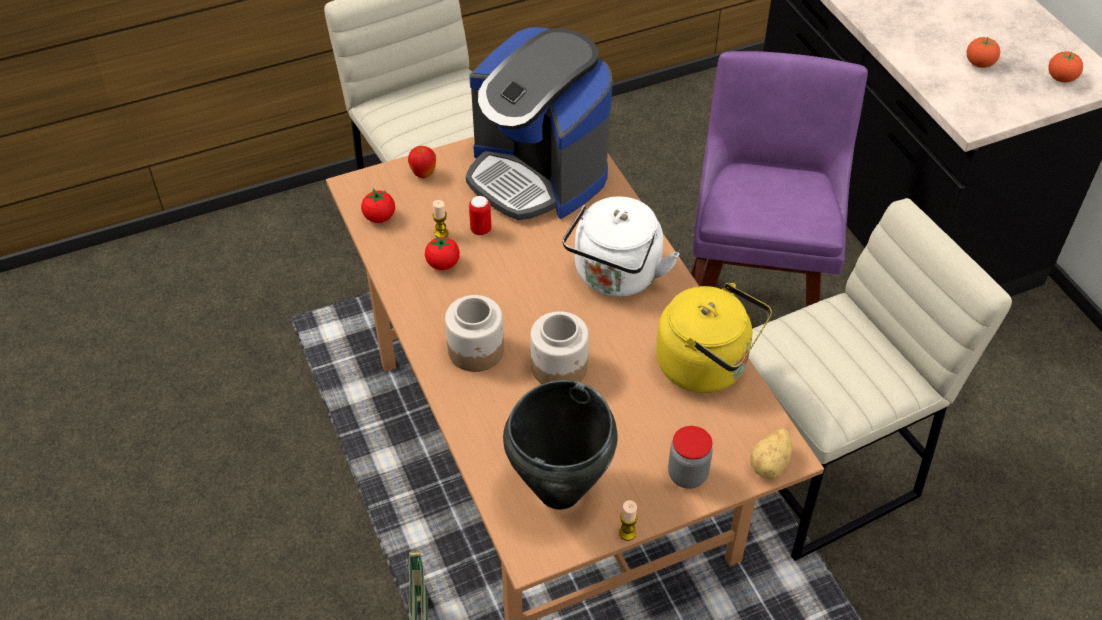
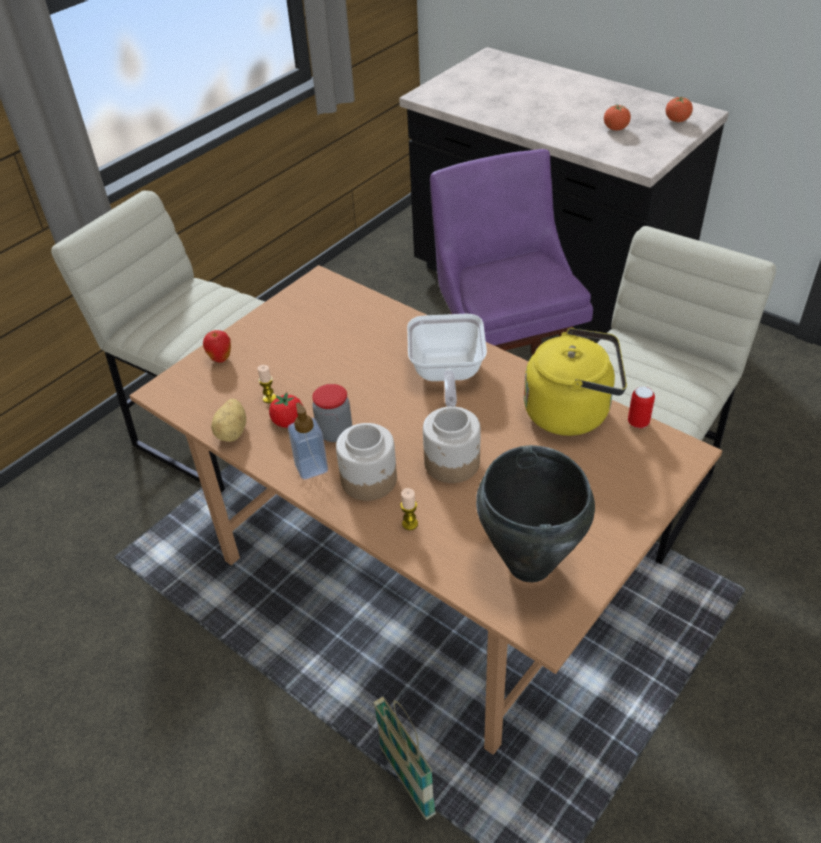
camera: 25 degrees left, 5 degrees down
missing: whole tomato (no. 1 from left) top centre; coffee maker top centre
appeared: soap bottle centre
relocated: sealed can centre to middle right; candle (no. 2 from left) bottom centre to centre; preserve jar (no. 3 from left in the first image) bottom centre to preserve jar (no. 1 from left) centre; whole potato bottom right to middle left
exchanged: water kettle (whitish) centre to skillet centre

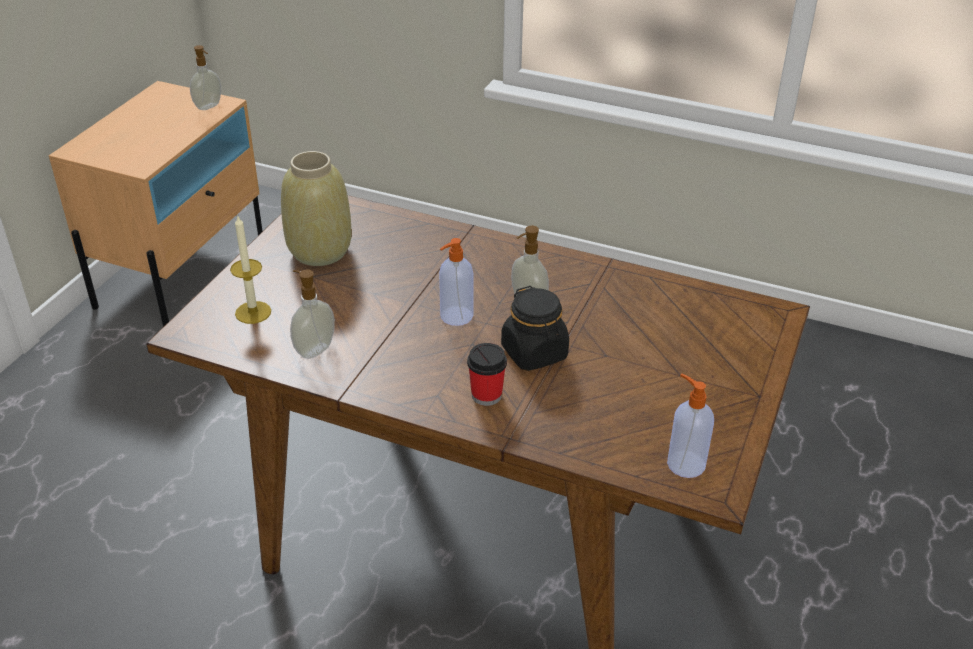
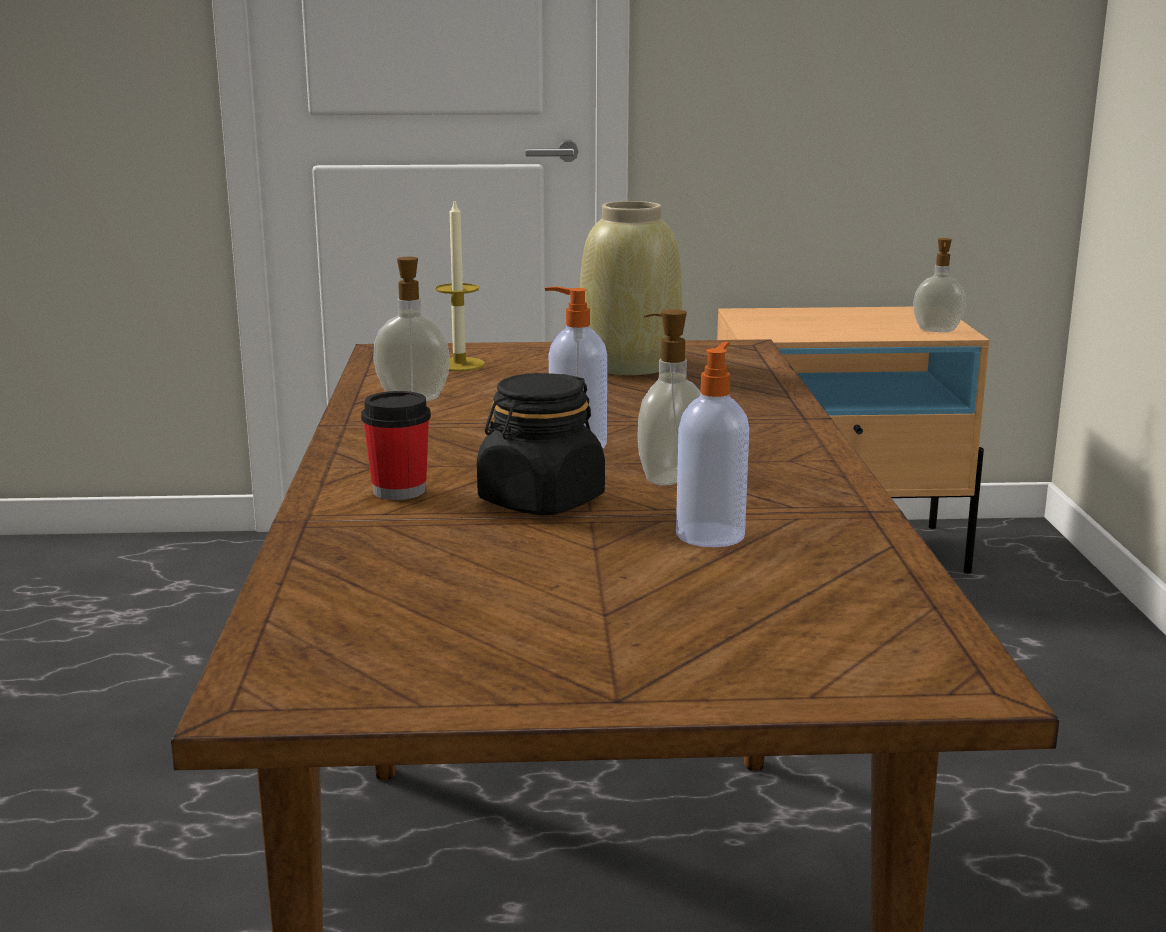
camera: 65 degrees right, 20 degrees down
relocated: soap bottle (no. 5 from left in the first image) middle right to soap bottle (no. 4 from left) centre

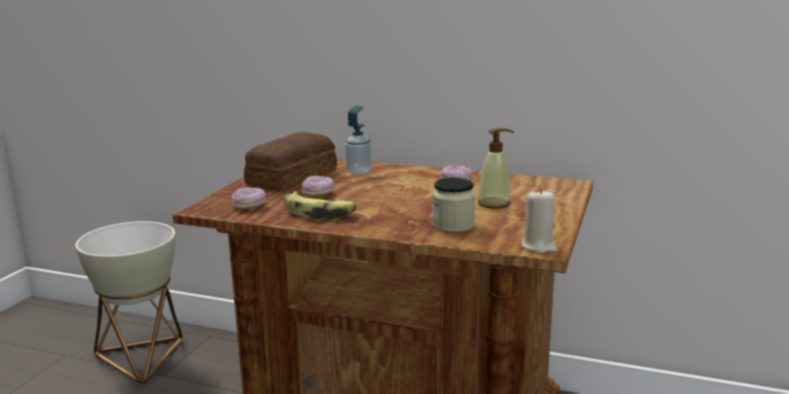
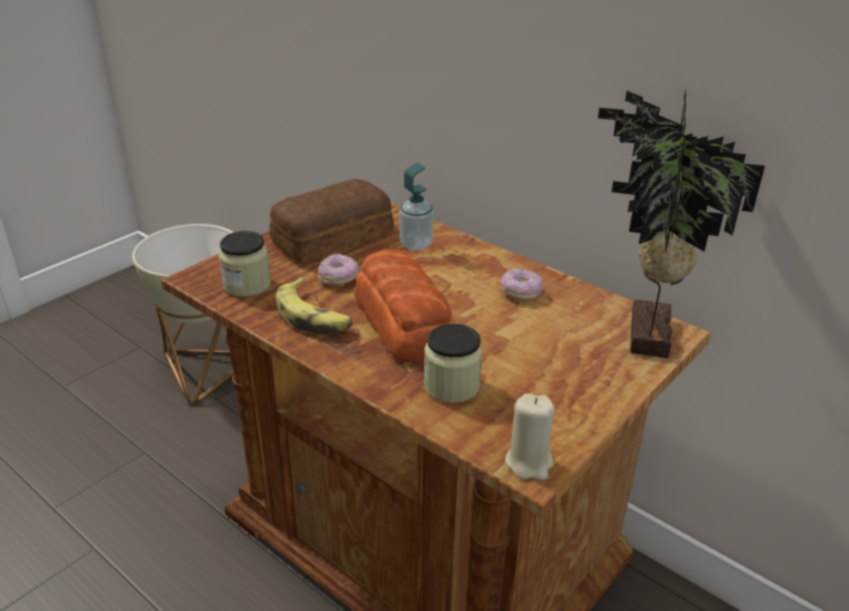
camera: 20 degrees right, 15 degrees up
missing: soap bottle (no. 2 from left) centre
appeared: baked bread (no. 2 from left) centre; plant in a pot middle right
exchanged: ring doughnut (no. 1 from left) middle left to preserve jar (no. 1 from left) middle left

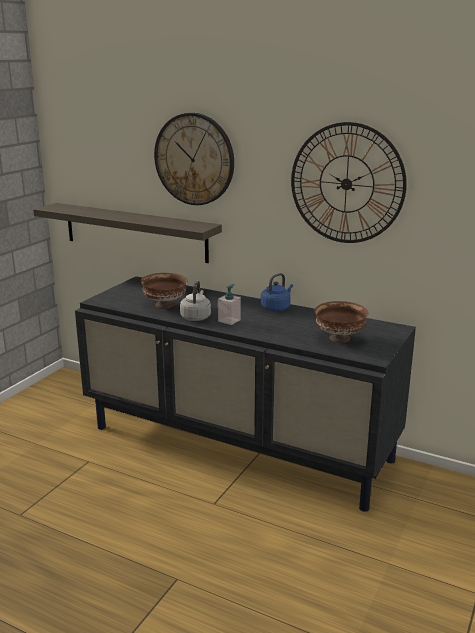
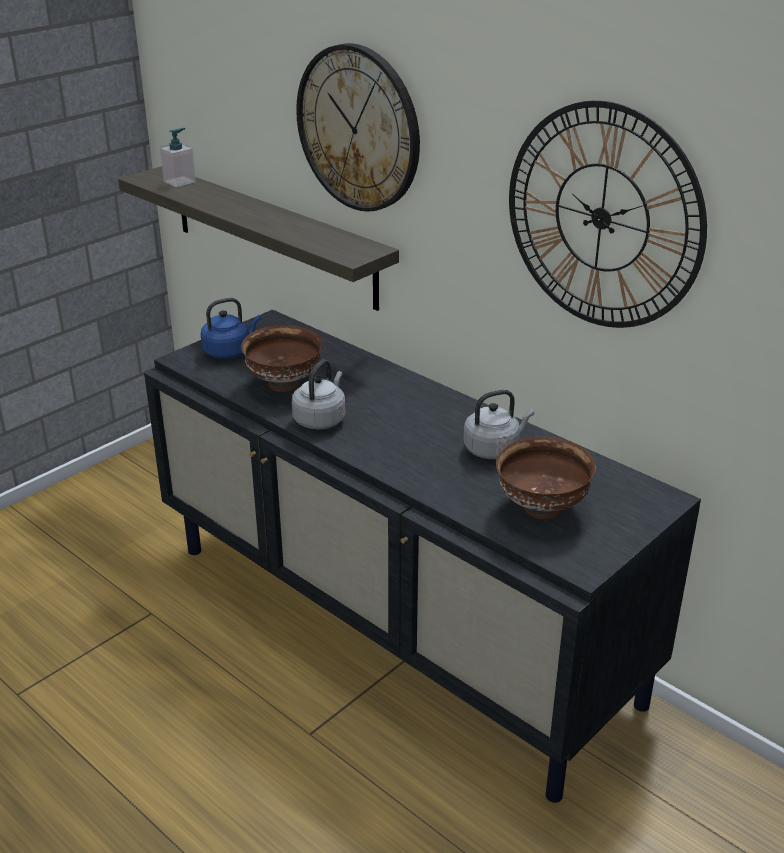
camera: 15 degrees right, 10 degrees up
appeared: water kettle (gray) (no. 2 from left) centre
relocated: soap bottle centre to top left; water kettle (blue-coloured) centre to middle left

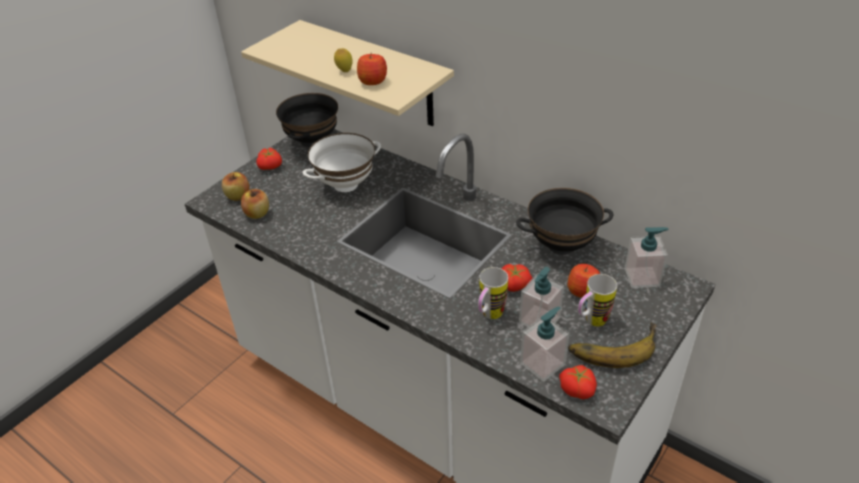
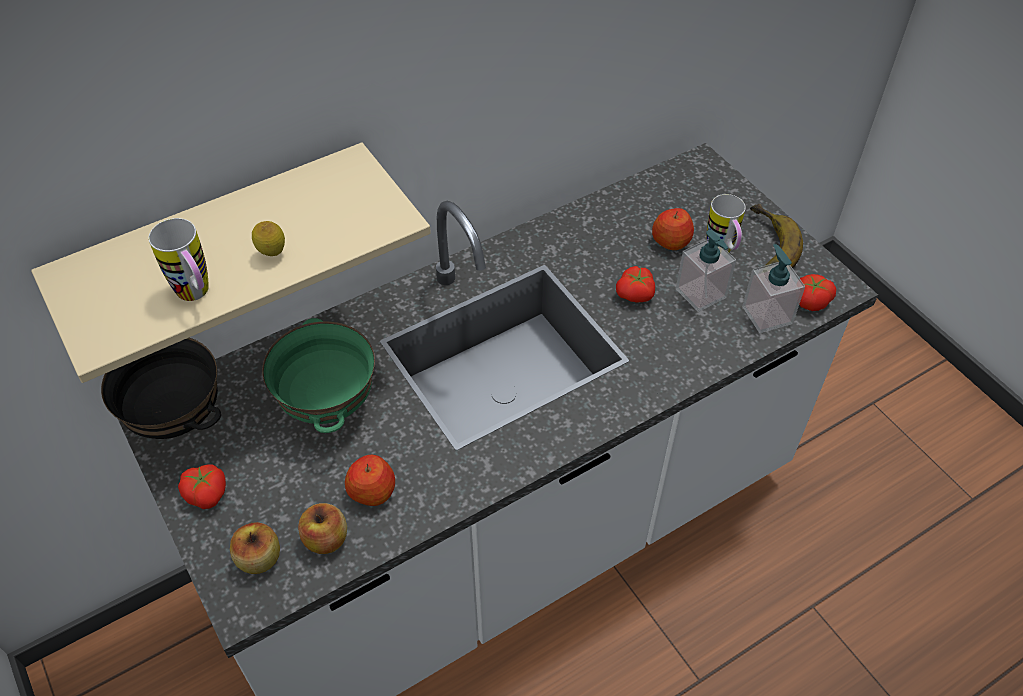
camera: 70 degrees left, 10 degrees up
missing: bowl (blackish) (no. 2 from left) centre; soap bottle (no. 3 from left) middle right
relocated: apple (no. 3 from left) top centre to bottom centre; tea mug (no. 1 from left) centre to middle left
colour: bowl (whitish) centre to bowl (green-coloured) middle left

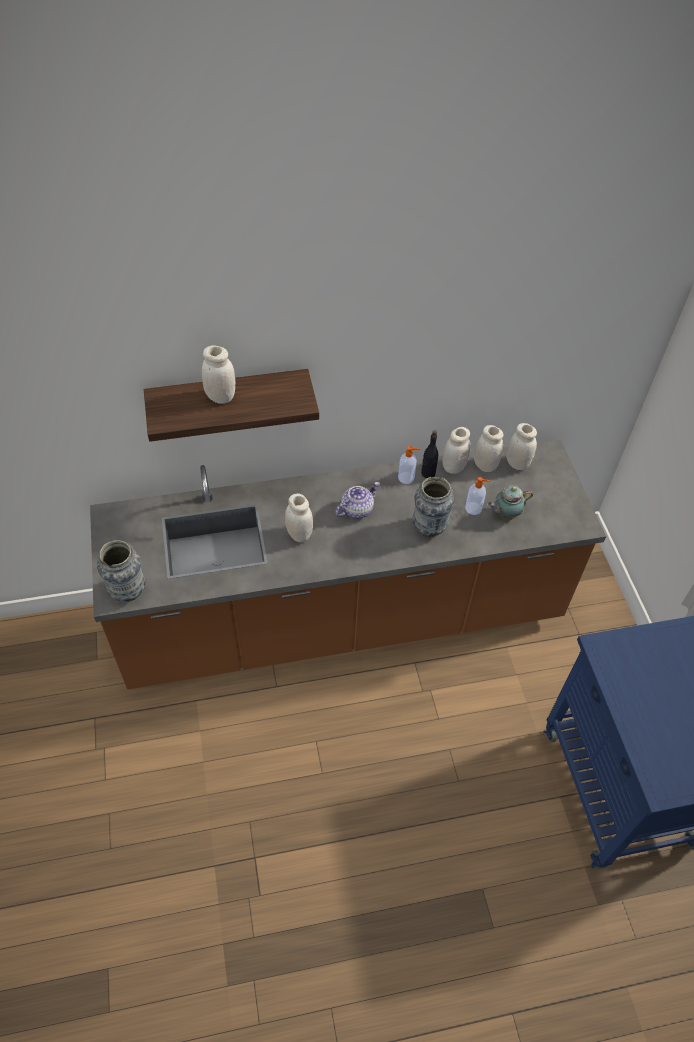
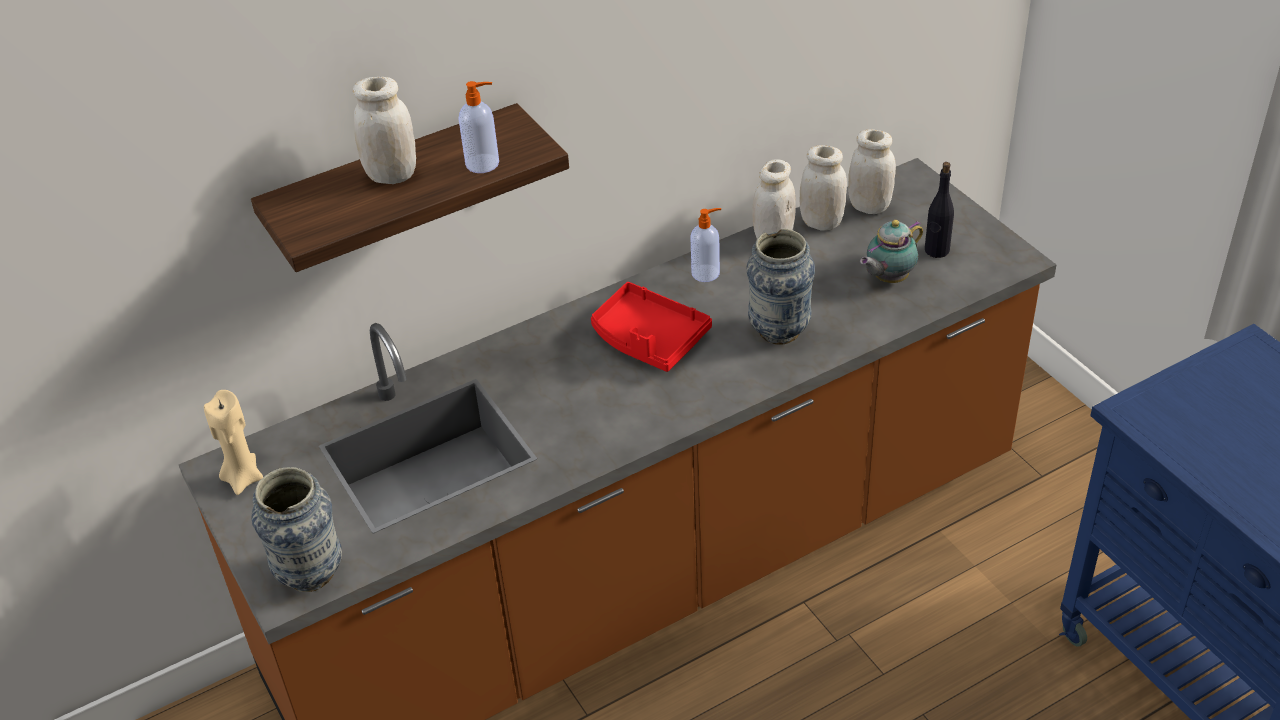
camera: 15 degrees left, 10 degrees down
missing: preserve jar (whitish) (no. 2 from left) centre
appeared: candle (beige) middle left
relocated: beverage bottle (blackish) centre to top right; soap bottle (no. 2 from left in the first image) middle right to soap bottle (no. 1 from left) top centre
exchanged: teapot (no. 1 from left) centre to tray (red) centre

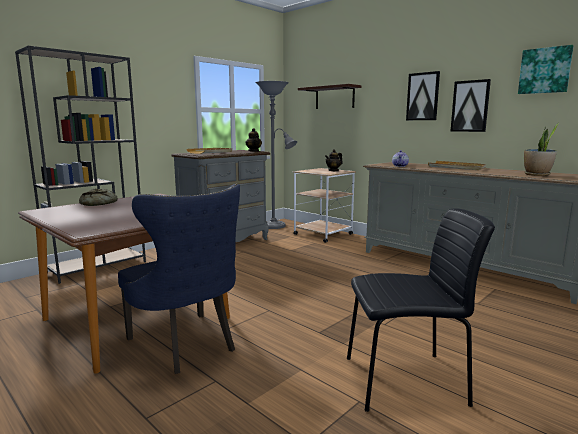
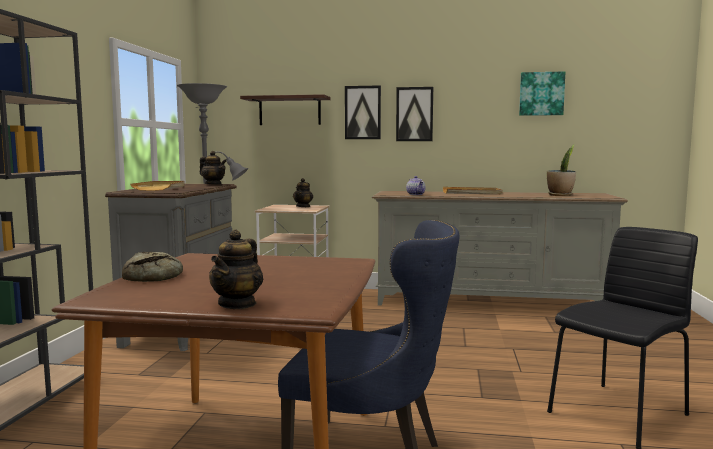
camera: 35 degrees left, 5 degrees down
appeared: teapot (no. 2 from left) middle left
relocated: wall picture (no. 2 from left in the first image) top right to wall picture (no. 1 from left) top centre

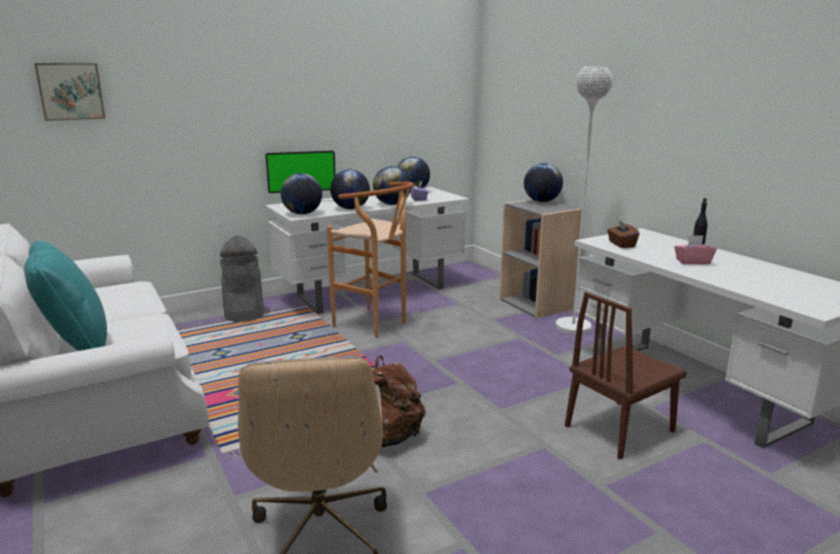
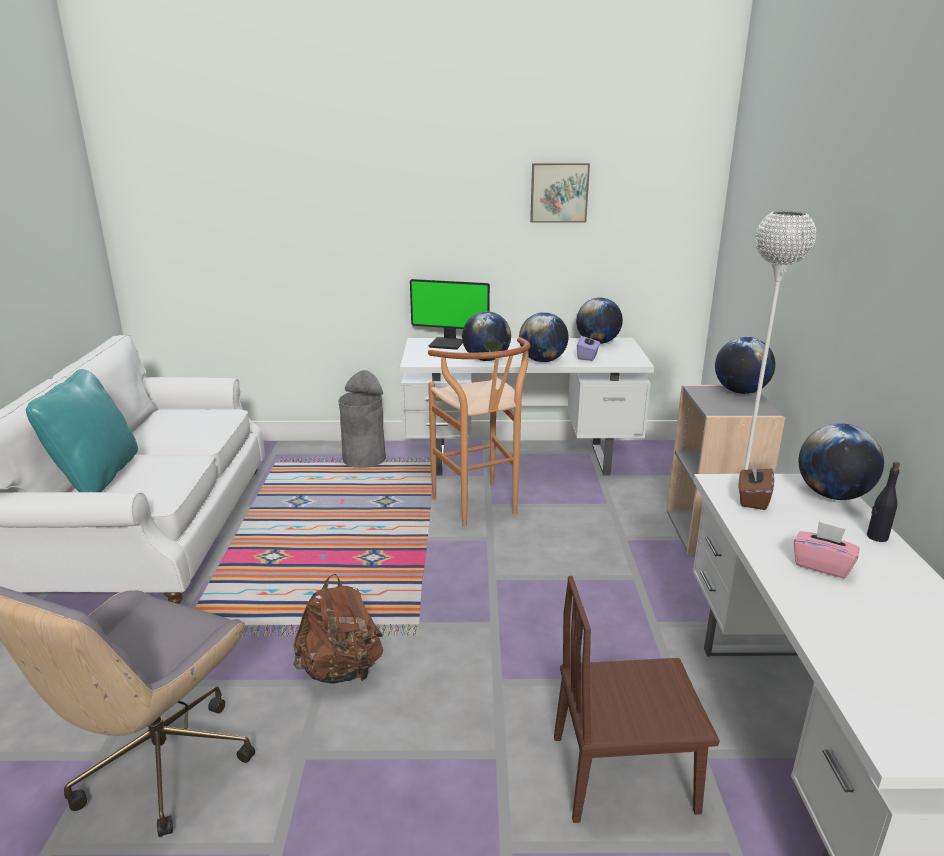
camera: 30 degrees right, 5 degrees up
relocated: wall picture top left to top centre; desk globe (no. 1 from left in the first image) centre to desk globe (no. 5 from left) middle right

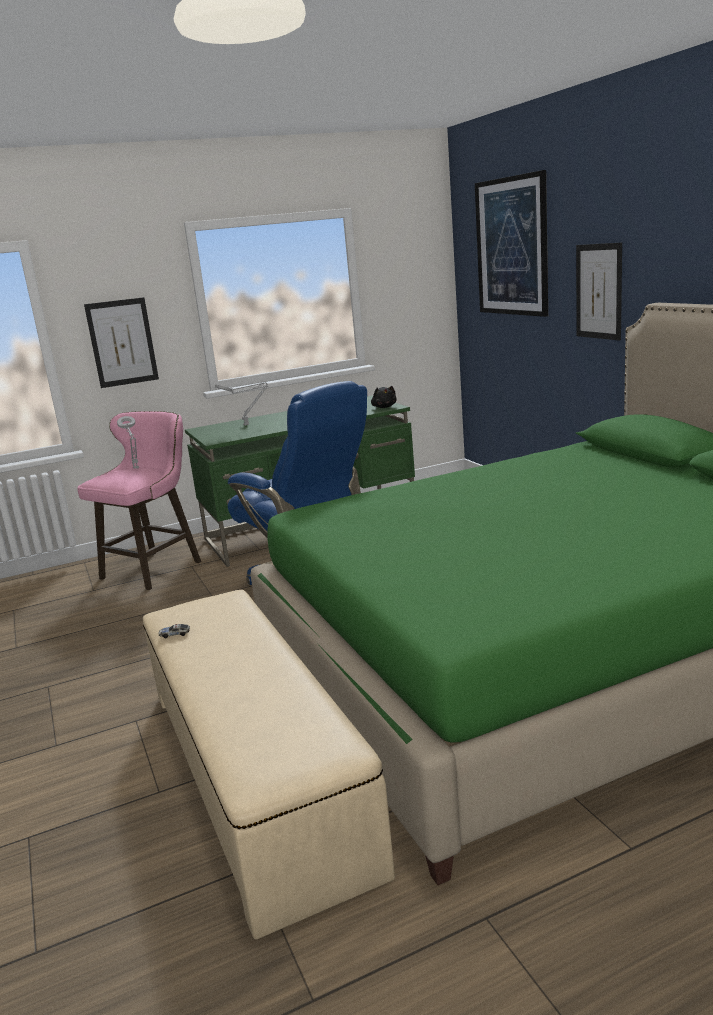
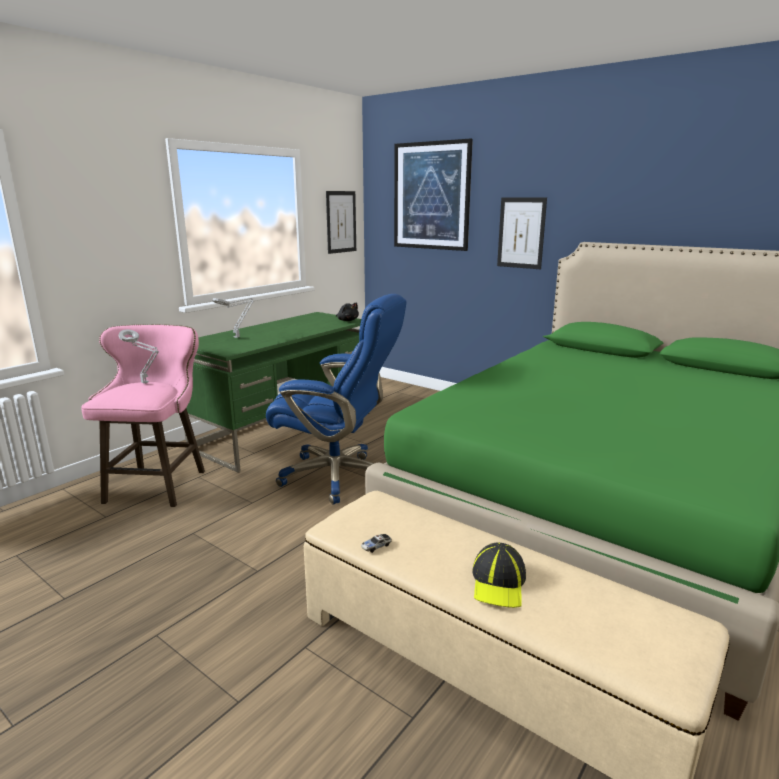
camera: 30 degrees left, 0 degrees up
appeared: cap bottom centre
relocated: wall picture (no. 1 from left) middle left to top centre

